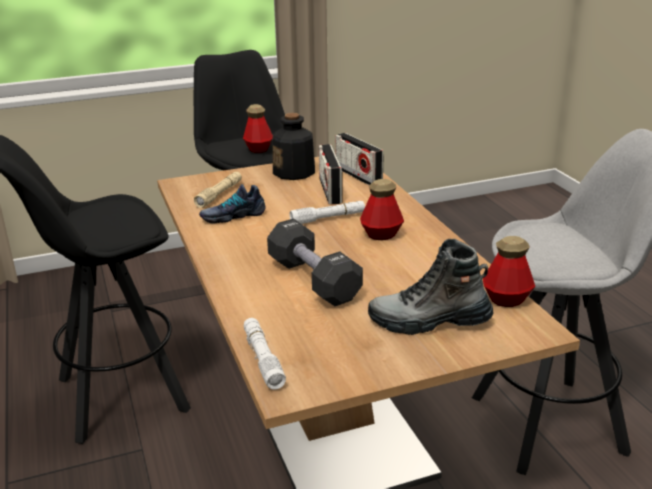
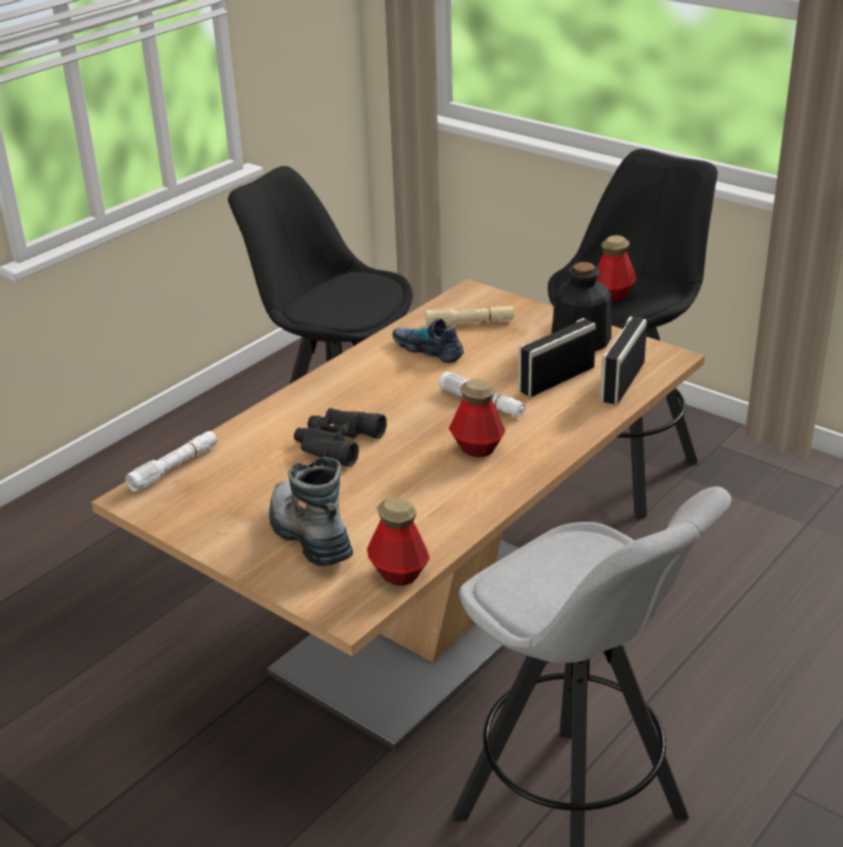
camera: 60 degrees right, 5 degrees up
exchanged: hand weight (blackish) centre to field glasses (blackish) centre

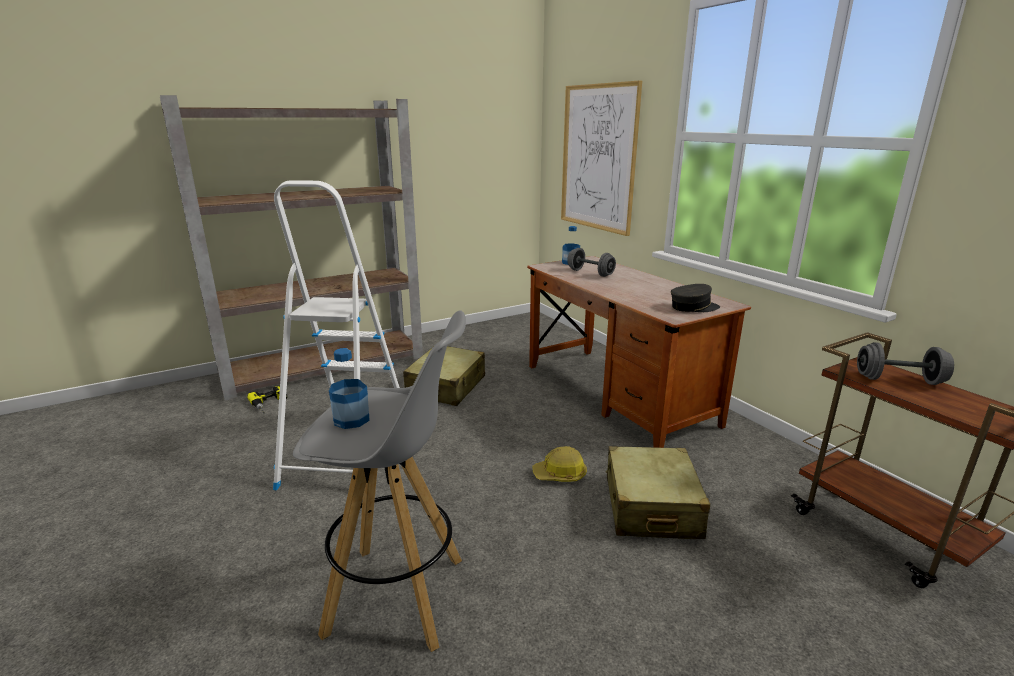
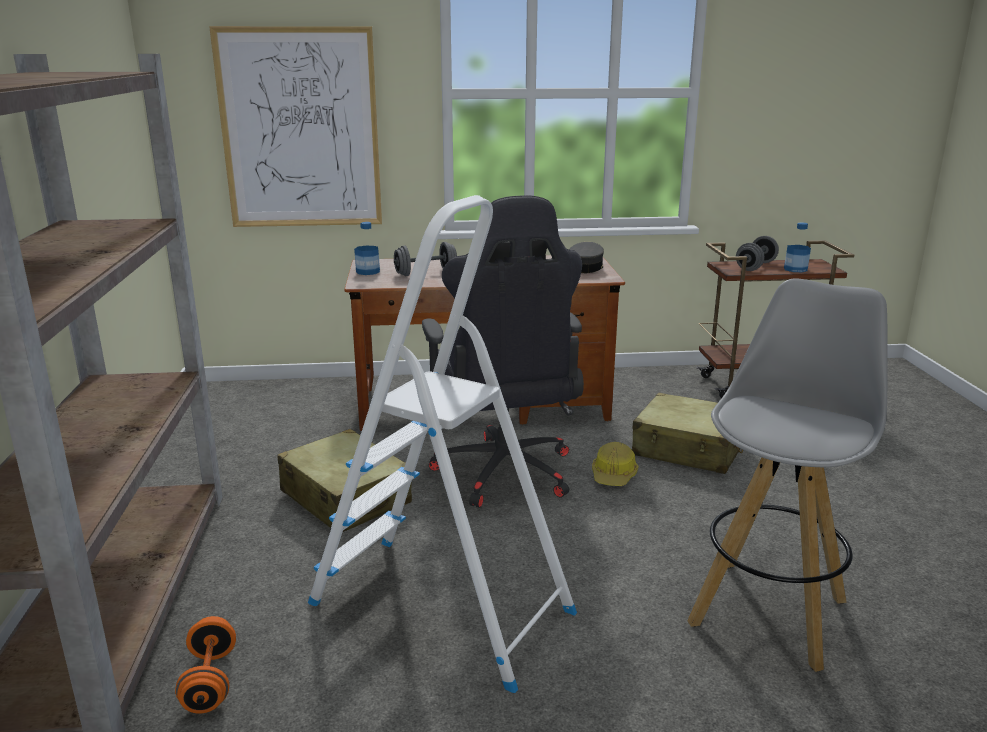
camera: 65 degrees left, 0 degrees up
appeared: office chair (blackish) centre
relocated: beverage bottle (no. 1 from left in the first image) centre to beverage bottle (no. 2 from left) middle right
exchanged: drill middle left to hand weight (orangey) bottom left

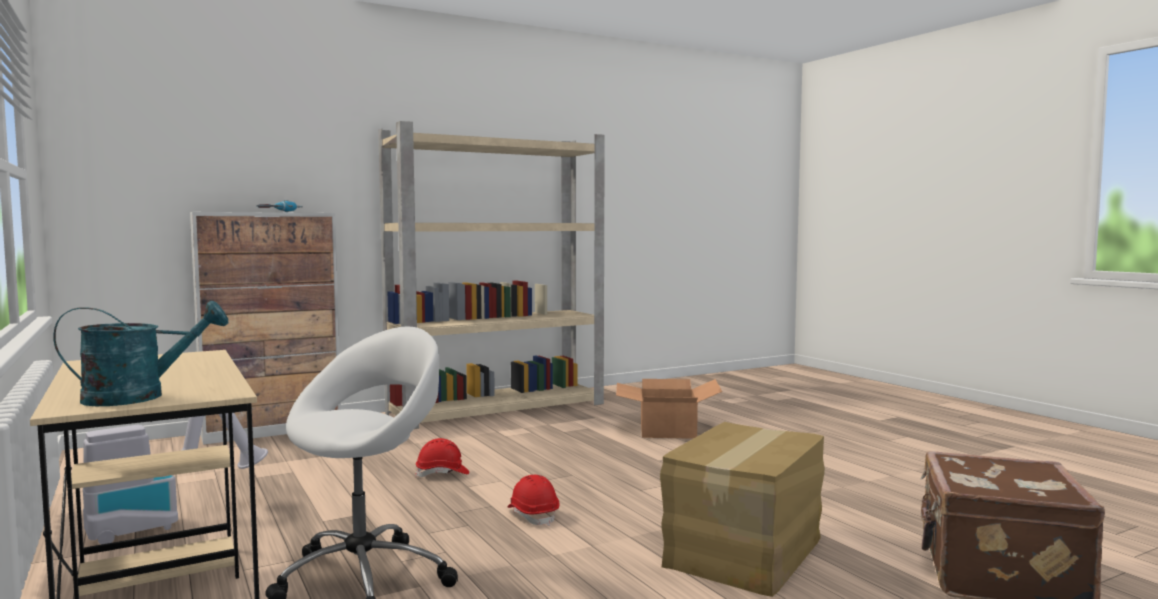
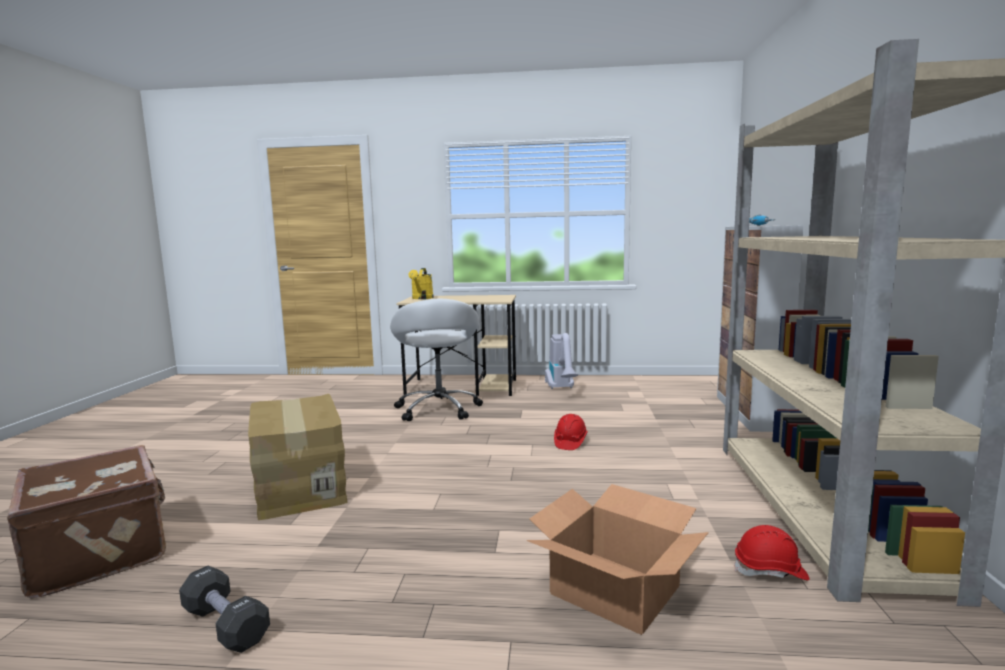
camera: 125 degrees right, 5 degrees up
appeared: hand weight (blackish) bottom left
relocated: hard hat (red) (no. 2 from left) bottom centre to bottom right
colour: watering pot (turquoise) middle left to watering pot (yellow-coloured) centre

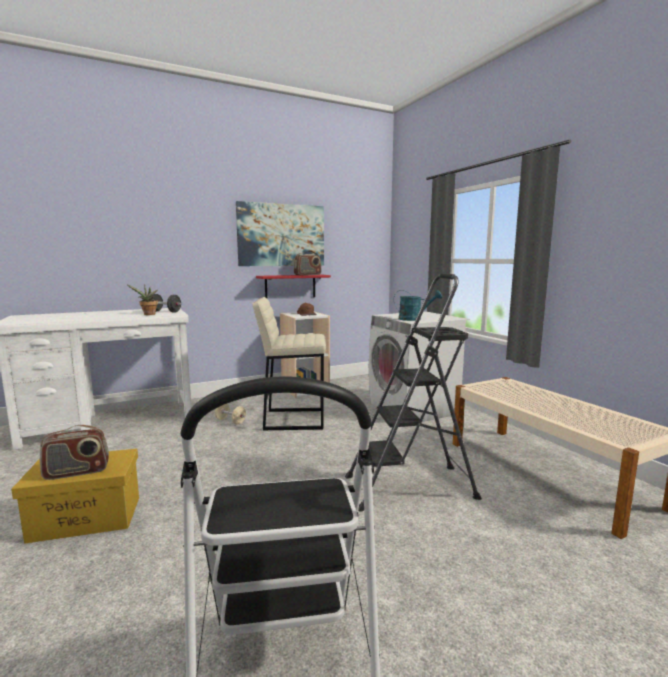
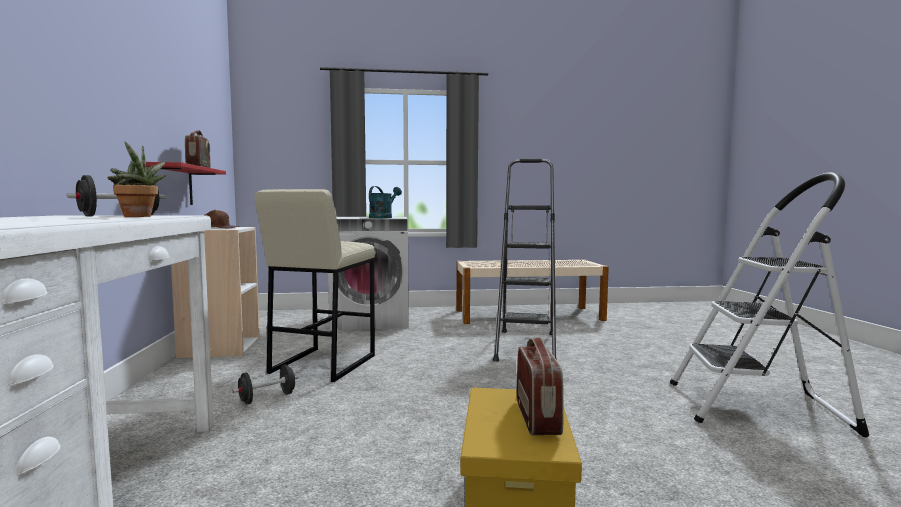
camera: 70 degrees left, 5 degrees down
missing: wall picture centre
colour: hand weight (beige) centre to hand weight (blackish) (no. 2 from left) bottom left

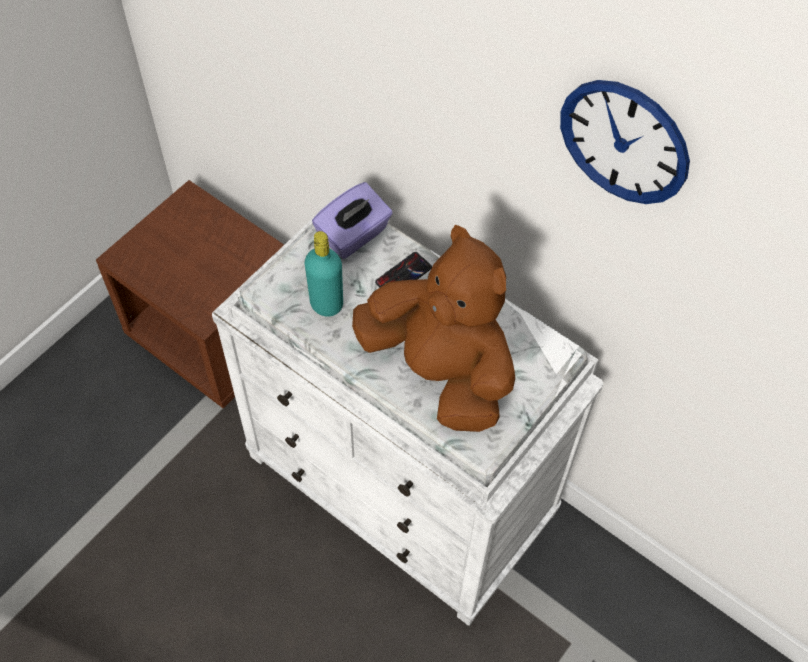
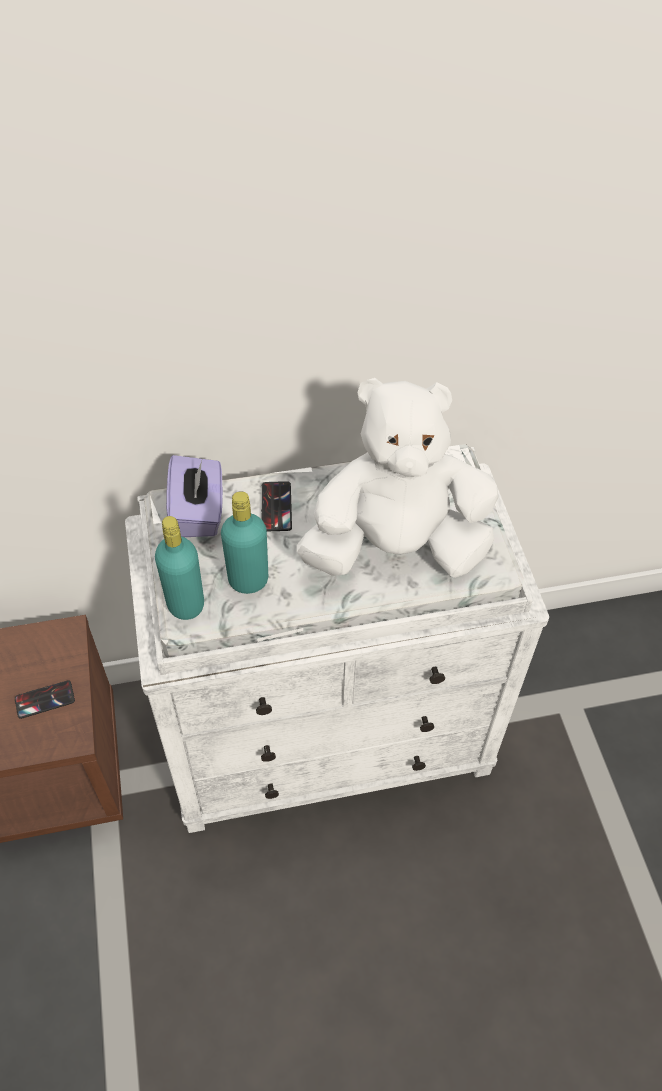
camera: 50 degrees left, 5 degrees down
missing: hanging clock top right
appeared: handset (no. 1 from left) middle left; beverage bottle (turquoise) (no. 1 from left) middle left
colour: cuddly toy (brown) centre to cuddly toy (whitish) centre

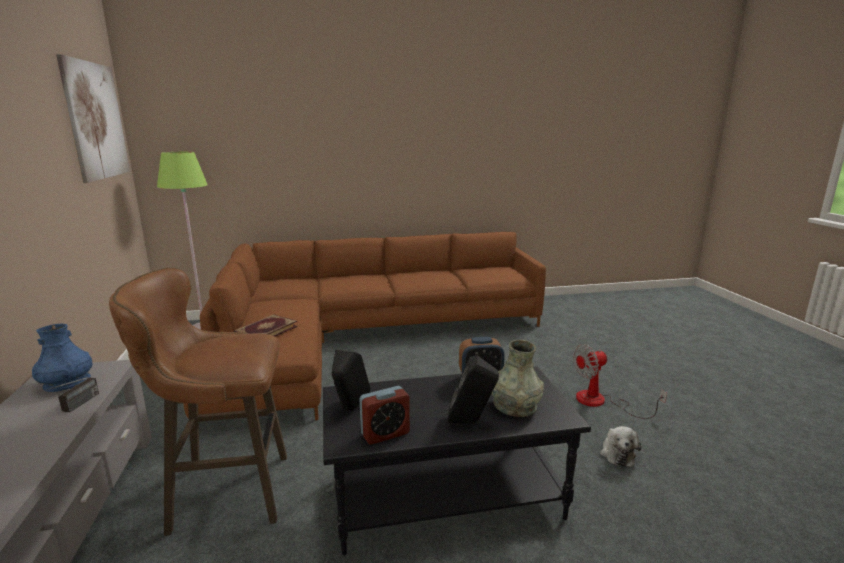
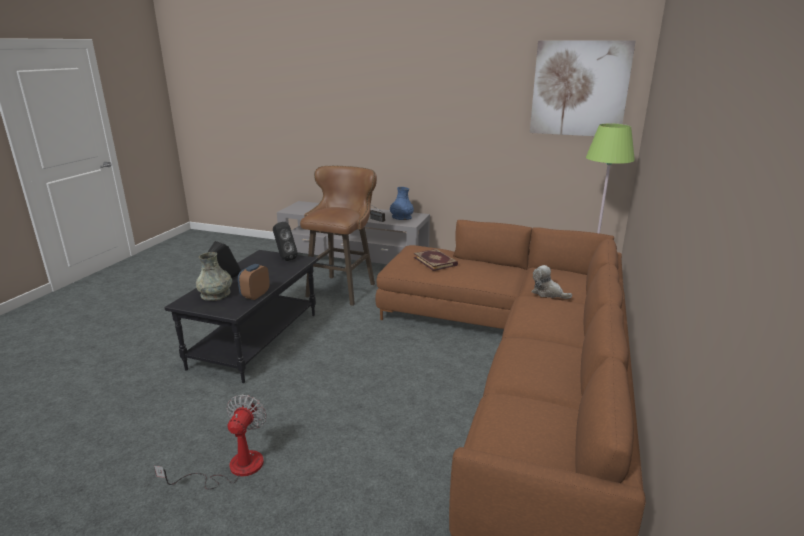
camera: 120 degrees right, 5 degrees up
missing: alarm clock (no. 1 from left) bottom centre
relocated: cuddly toy bottom right to middle right

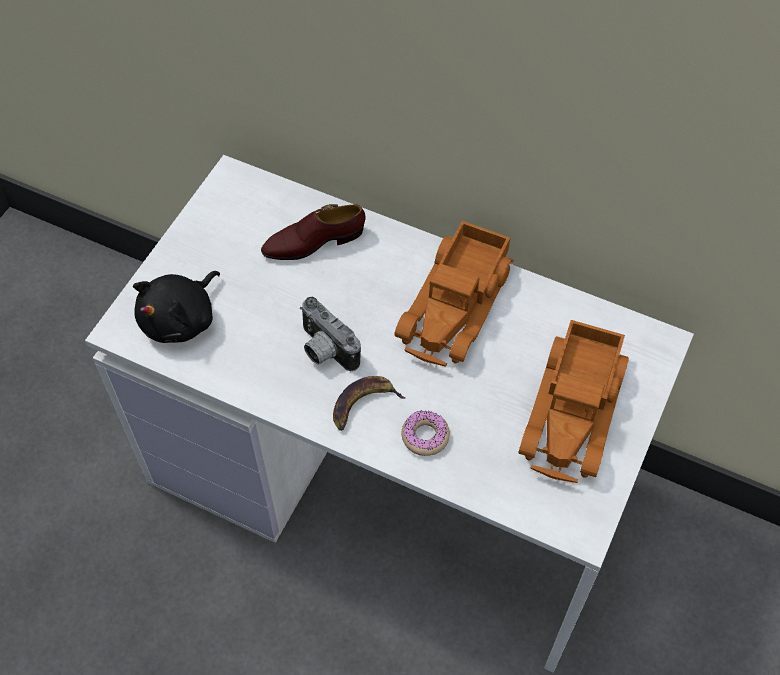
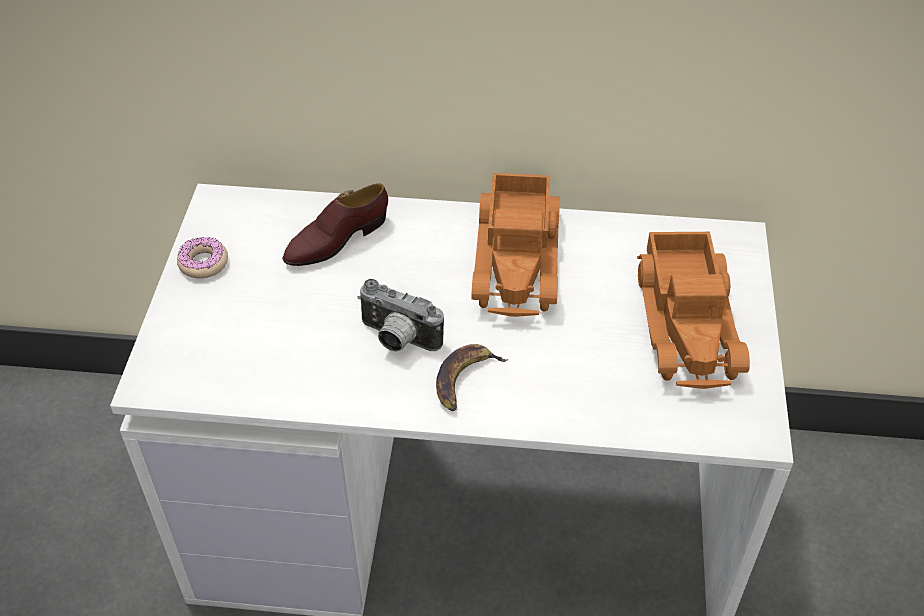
camera: 20 degrees left, 10 degrees down
missing: cuddly toy (blackish) middle left
relocated: ring doughnut centre to middle left

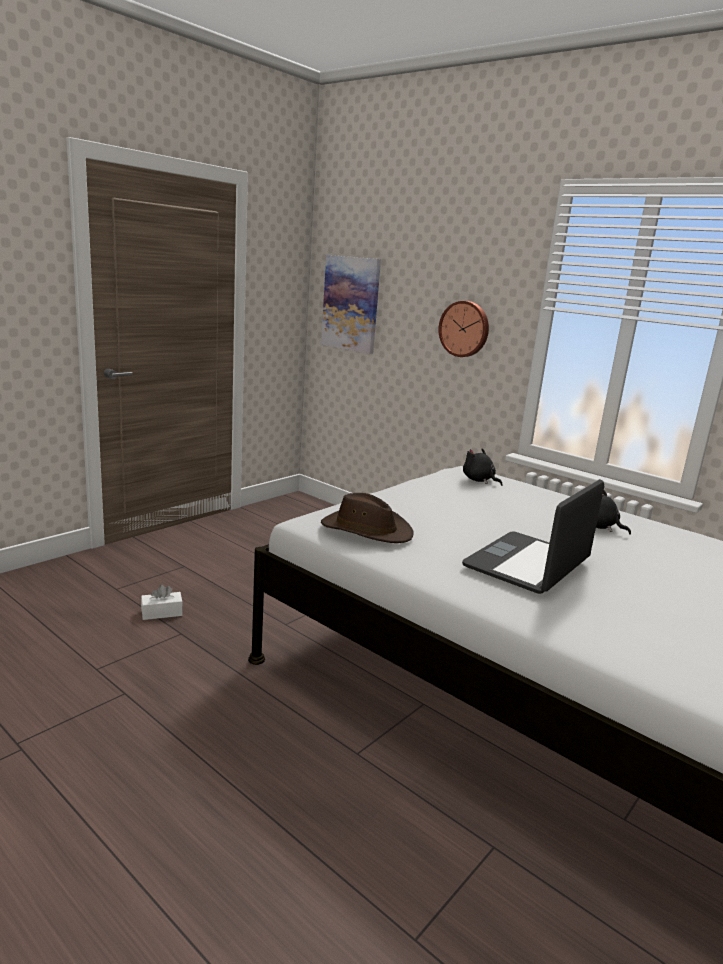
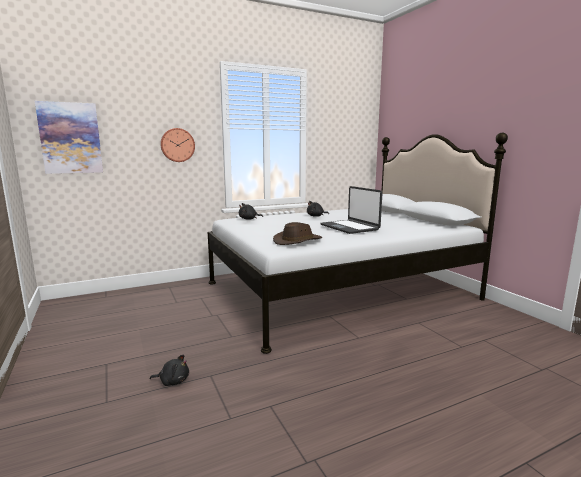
camera: 65 degrees left, 5 degrees down
exchanged: box of tissues (whitish) middle left to cuddly toy (blackish) (no. 1 from left) bottom left

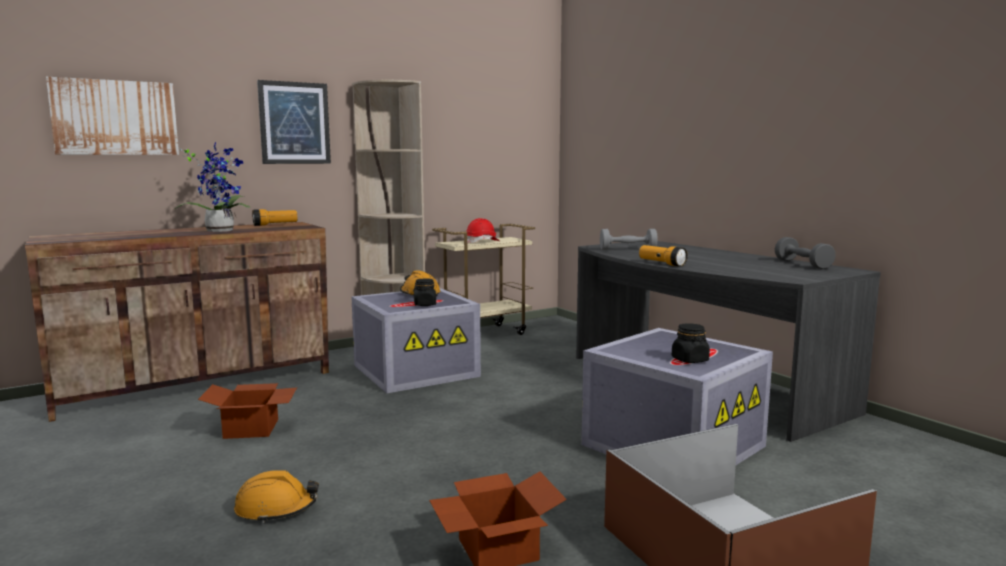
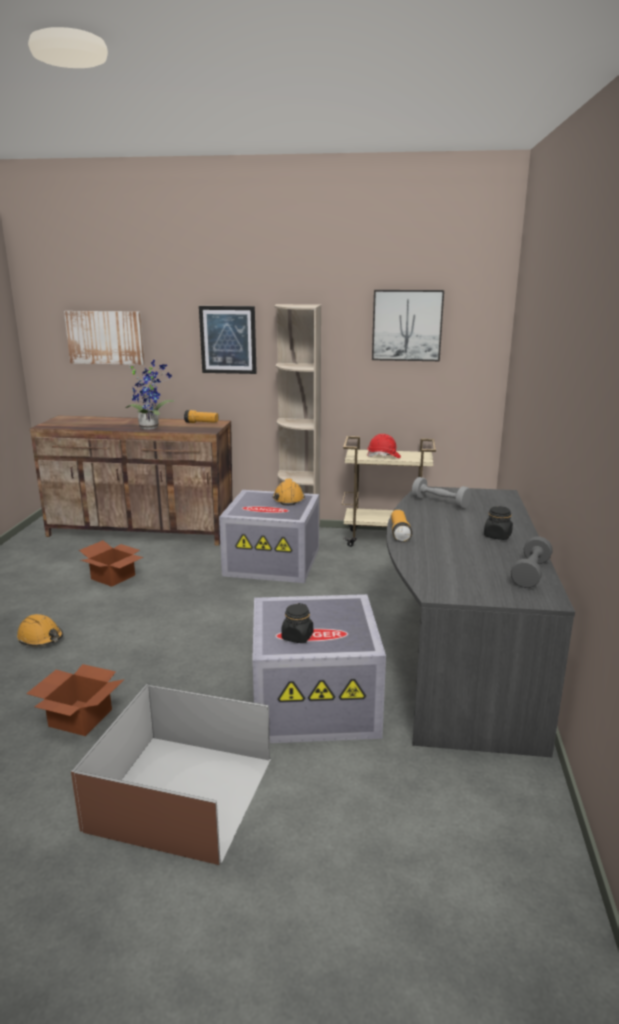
camera: 40 degrees right, 10 degrees up
appeared: wall picture (no. 3 from left) top centre
relocated: preserve jar (blackish) (no. 1 from left in the first image) centre to preserve jar (blackish) (no. 2 from left) middle right

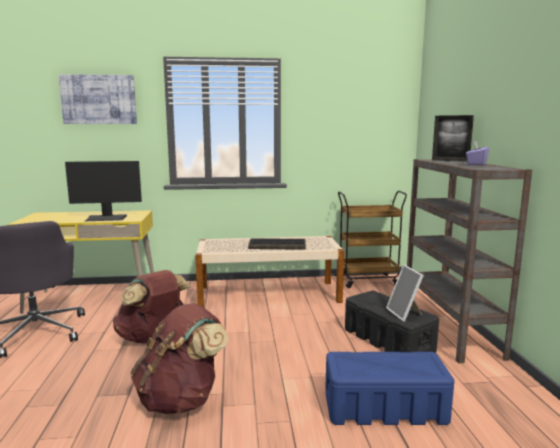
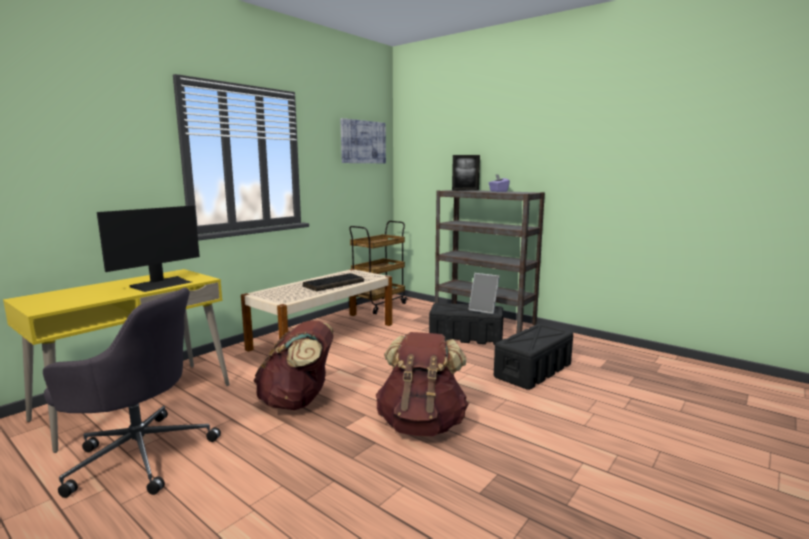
camera: 45 degrees left, 0 degrees up
relocated: wall picture top left to top centre
colour: storage bin (blue-coloured) bottom right to storage bin (blackish) (no. 2 from left) centre

